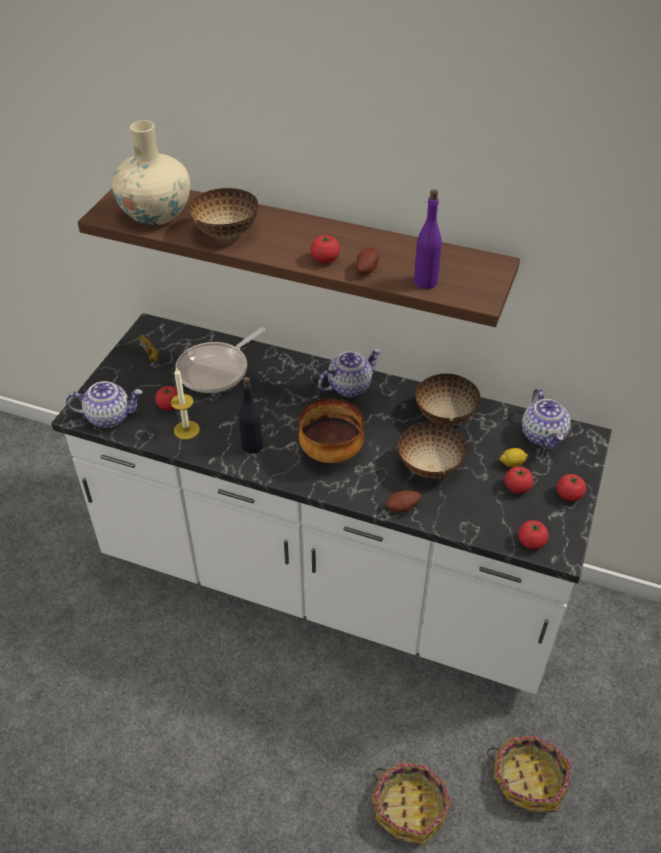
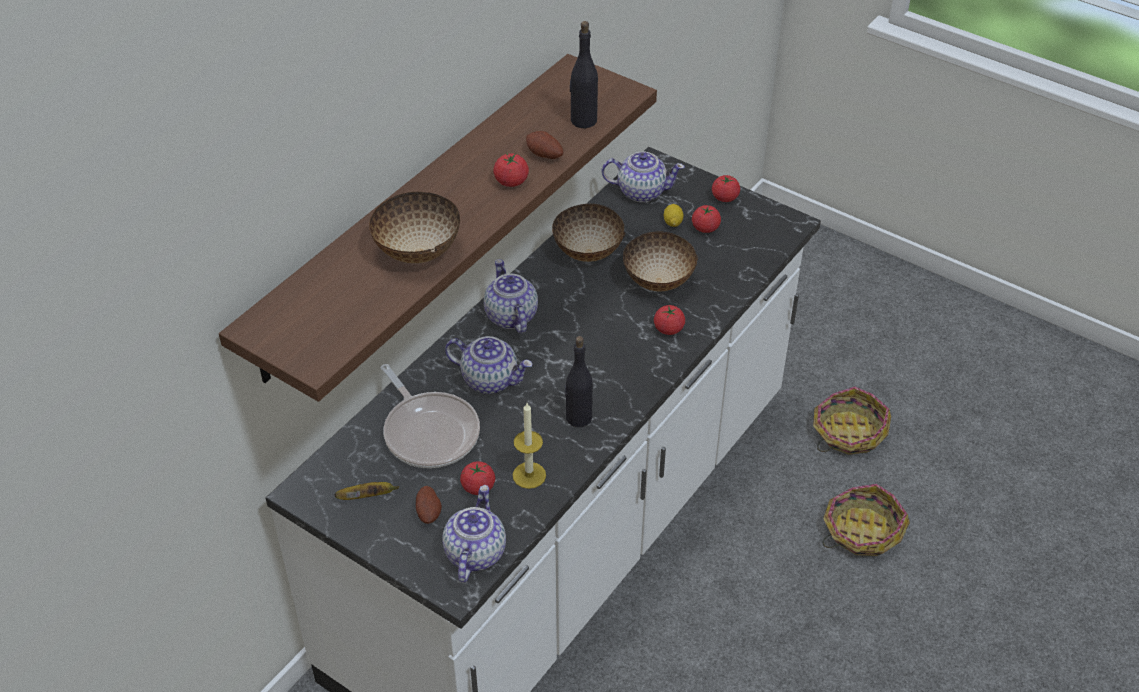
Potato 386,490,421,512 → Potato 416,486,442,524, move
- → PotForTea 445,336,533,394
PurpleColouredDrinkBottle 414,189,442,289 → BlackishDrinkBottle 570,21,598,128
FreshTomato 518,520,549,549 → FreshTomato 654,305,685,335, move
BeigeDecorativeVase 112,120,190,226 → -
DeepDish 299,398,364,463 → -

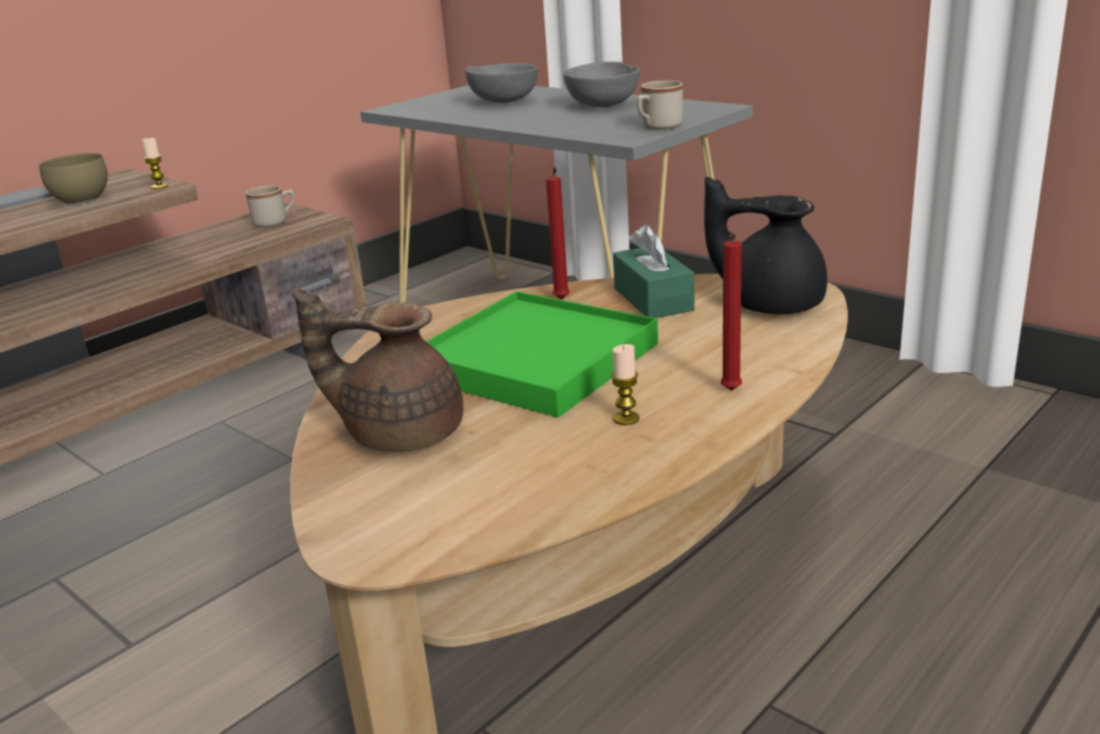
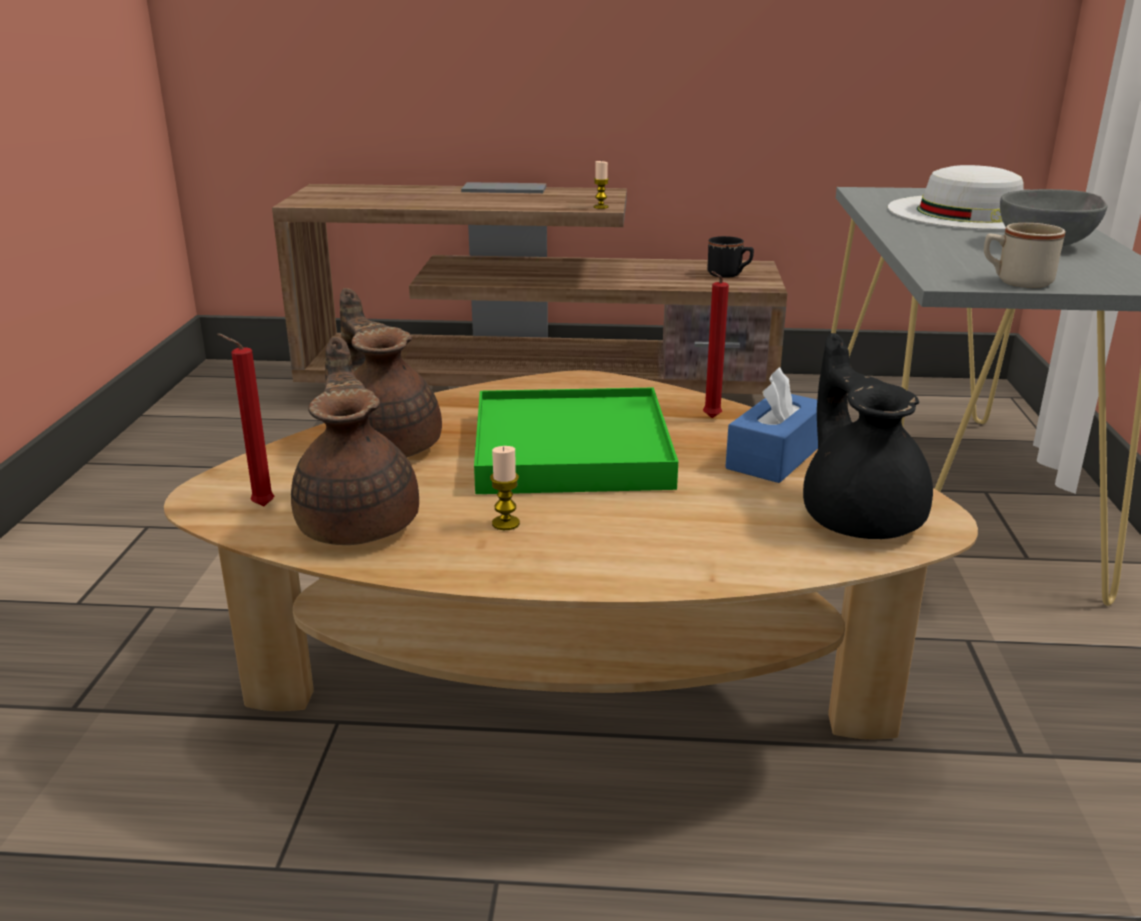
ReddishCandle 721,231,742,391 → ReddishCandle 217,333,274,506, move
- → BrownColouredPotForTea 291,336,419,545
BeigeCoffeeMug 246,186,294,228 → BlackishCoffeeMug 708,236,754,278
GreenTissueHolder 613,224,695,318 → BluishTissueHolder 725,367,818,483
GrayDeepDish 465,63,538,103 → WhitishClothingHat 888,165,1023,230
BrownColouredDeepDish 39,153,108,205 → -

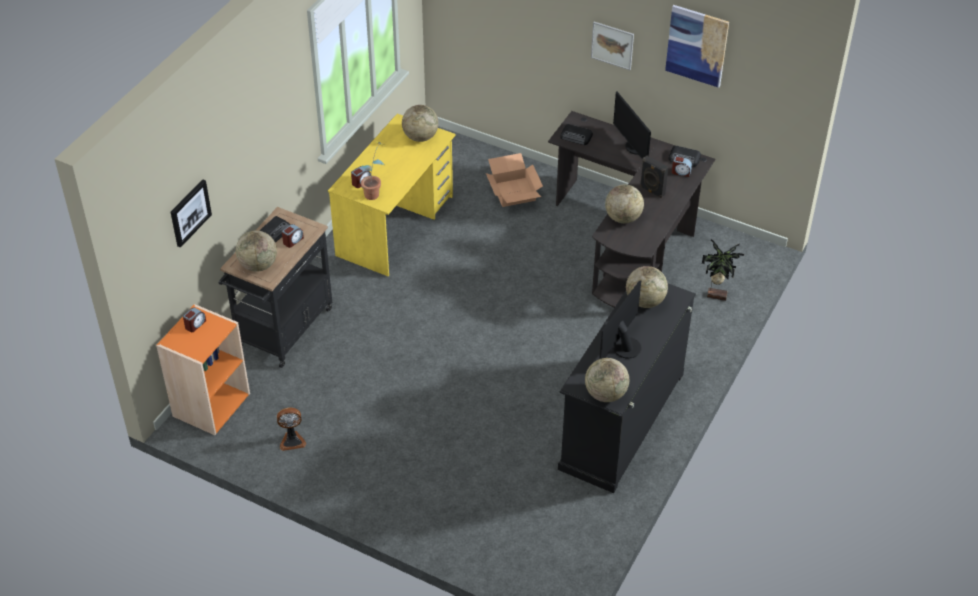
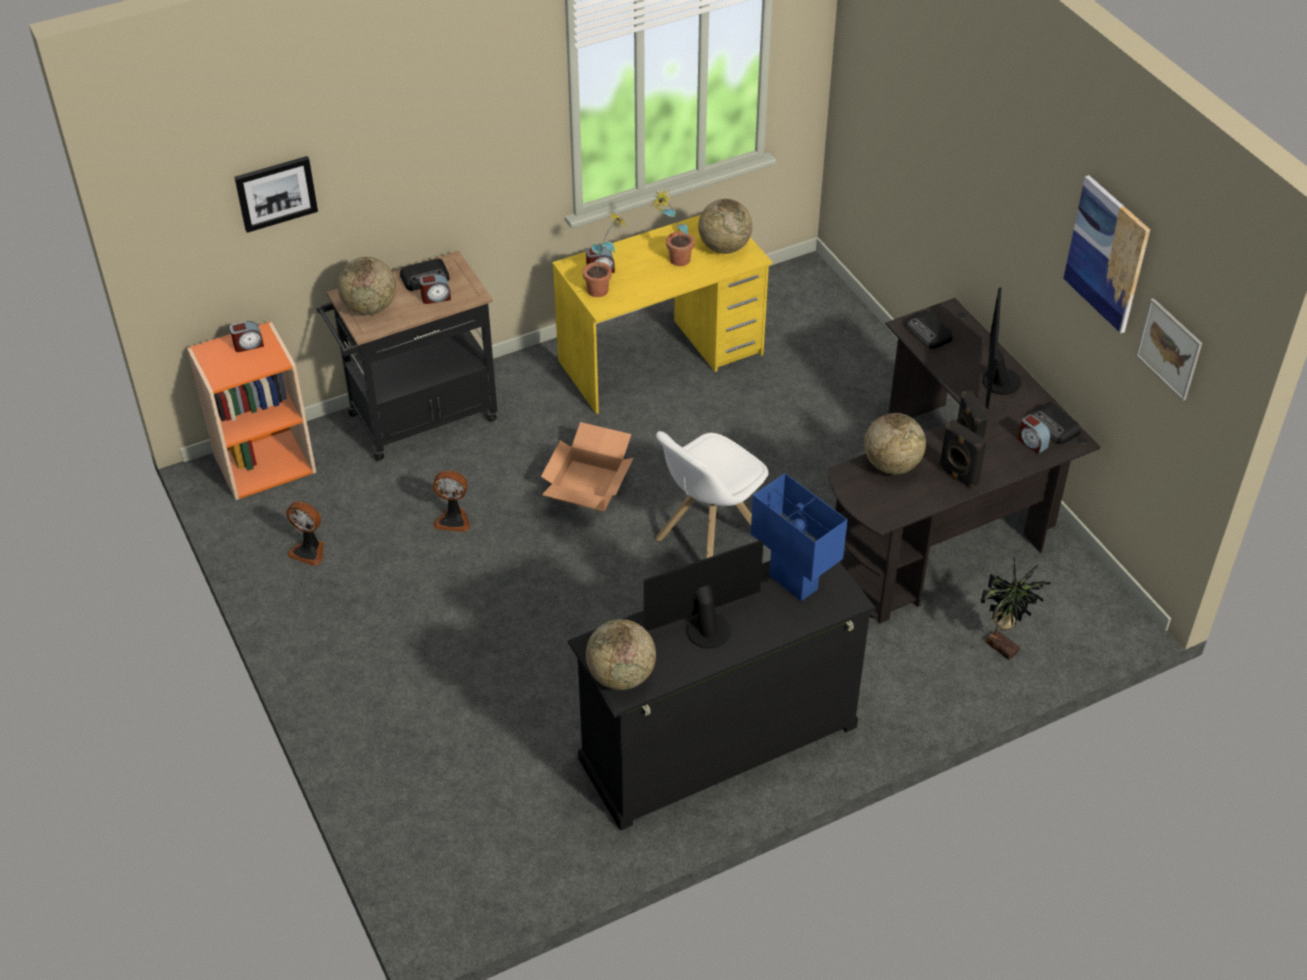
- → ElectricFan 433,471,470,532
CardboardBox 486,153,543,207 → CardboardBox 541,422,633,511, move
- → Houseplant 650,189,695,266
- → WhitishUprightChair 656,431,769,558
Globe 626,266,668,308 → BluishTabletopLamp 751,473,847,601
- → BlackishSpeaker 939,419,987,489
Picture 591,22,634,70 → Picture 1136,298,1202,401, move

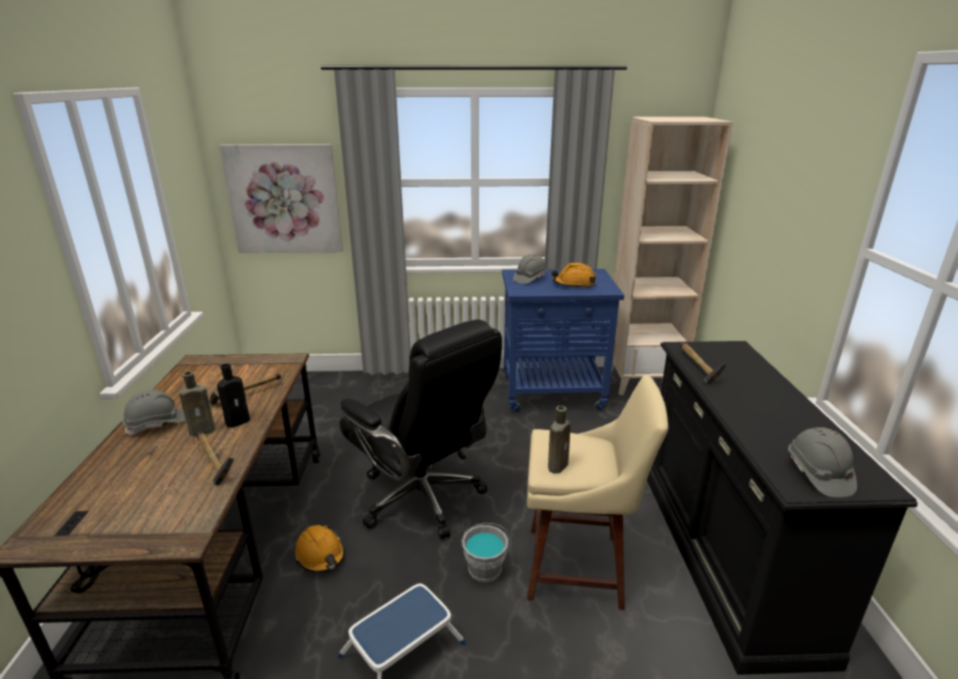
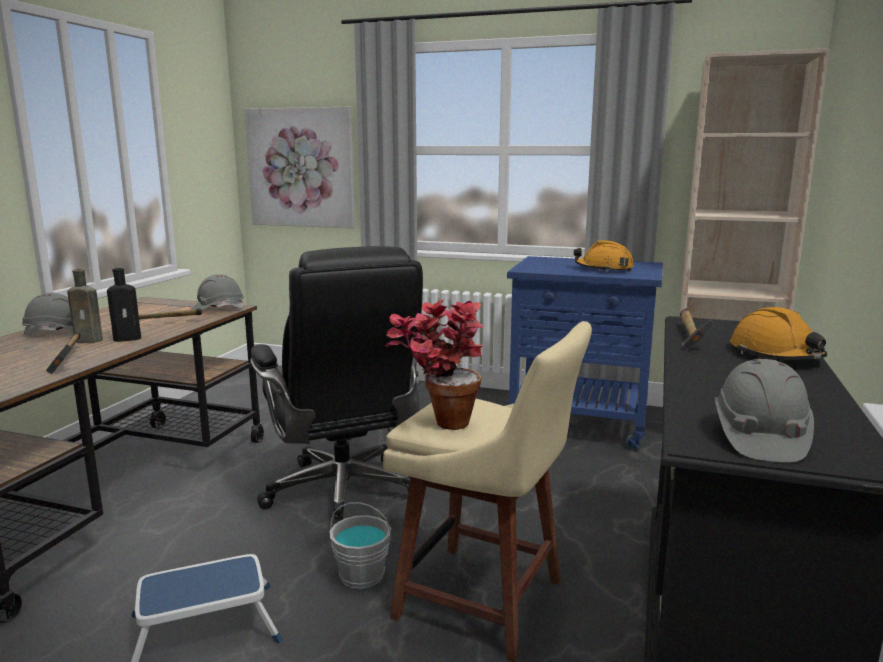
GraySafetyHelmet 513,254,547,284 → GraySafetyHelmet 191,274,245,310, move
BrownColouredDrinkBottle 548,406,571,473 → Houseplant 385,300,484,430
OrangeySafetyHelmet 295,525,345,573 → OrangeySafetyHelmet 730,307,827,360, move

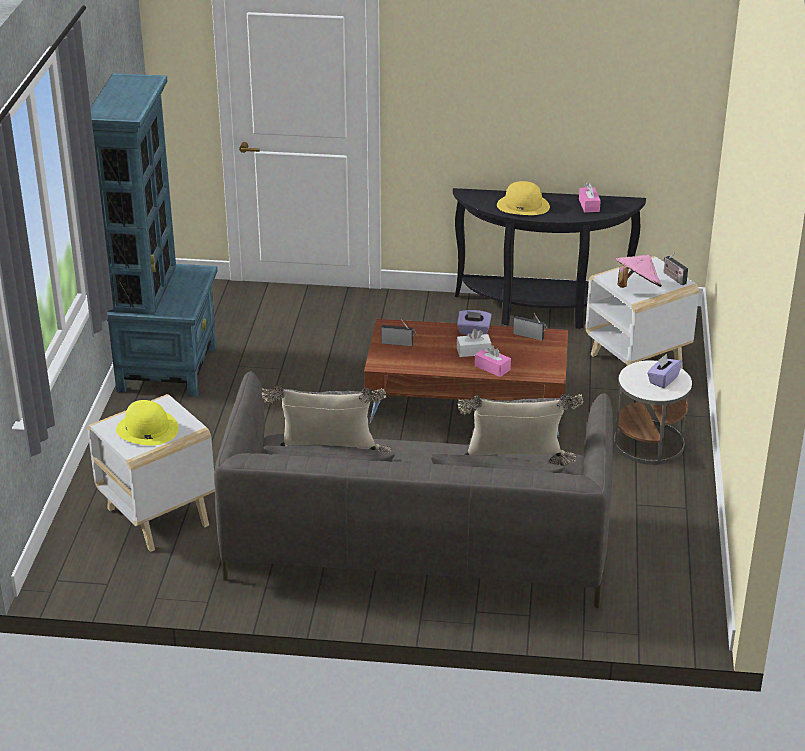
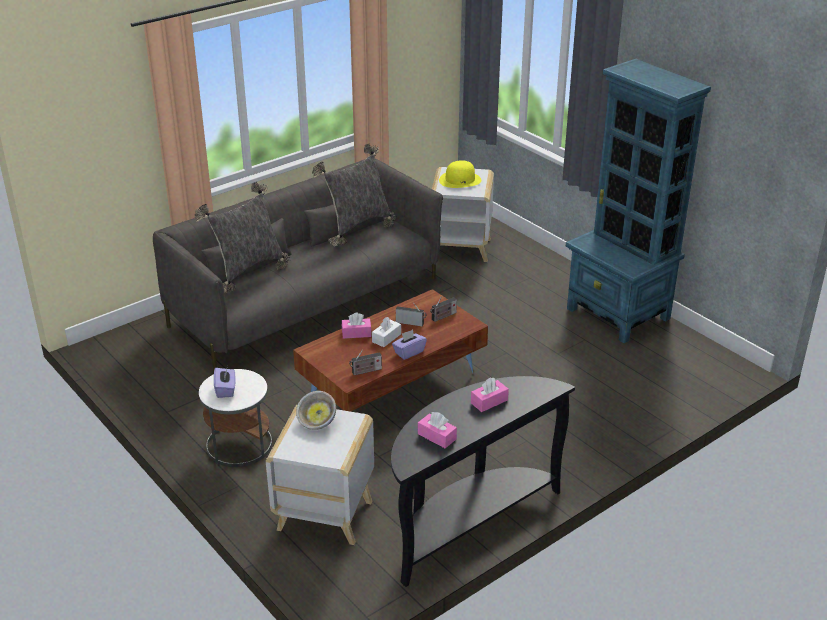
PinkColouredClothingHat 616,255,662,288 → DeepDish 296,391,336,430
RadioReceiver 663,252,688,285 → RadioReceiver 396,302,426,326, move
YellowClothingHat 497,181,550,215 → PinkColouredTissueHolder 471,377,509,412

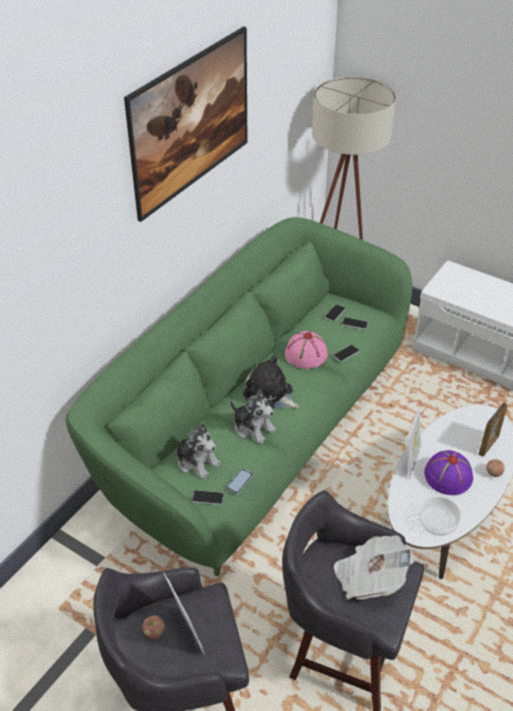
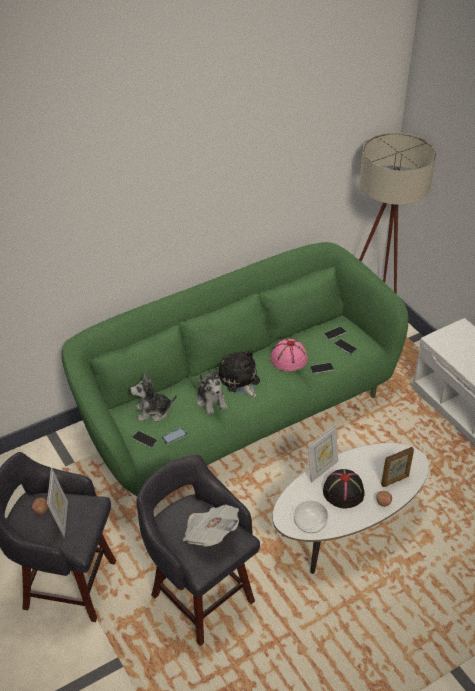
CuddlyToy 176,423,221,479 → CuddlyToy 130,373,177,422, 105 degrees clockwise
PurpleColouredClothingHat 424,450,473,495 → BlackishClothingHat 323,469,365,509
Picture 124,26,247,222 → -

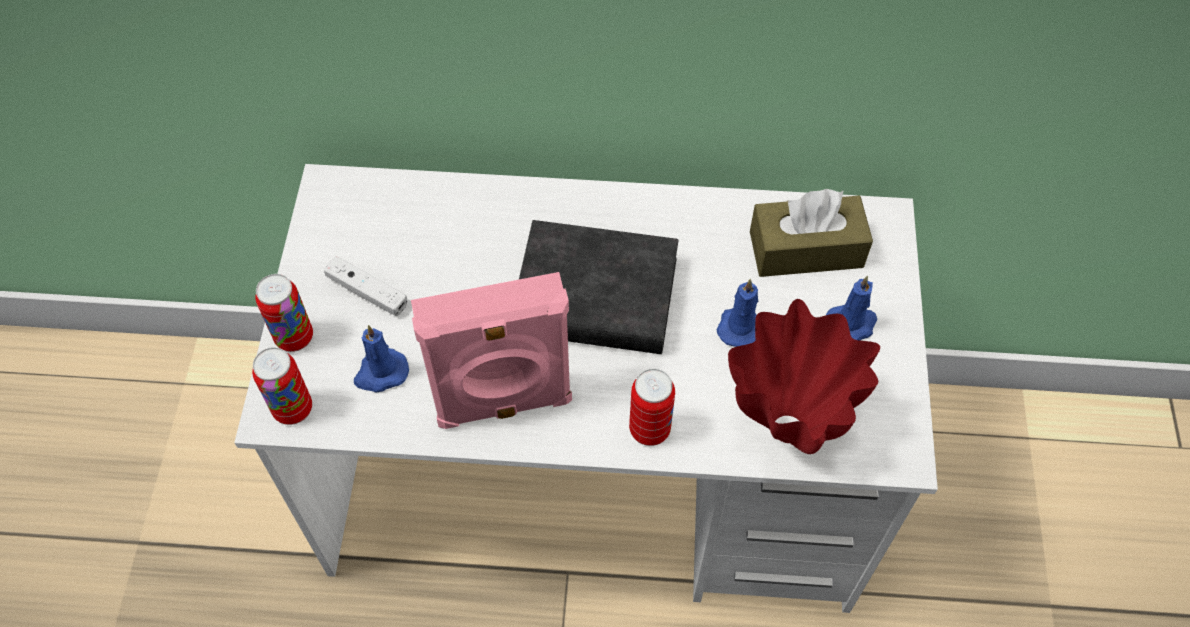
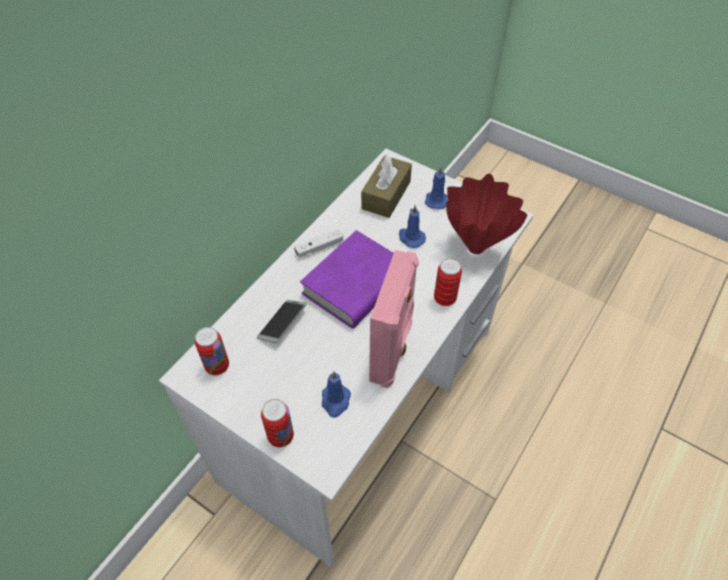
MetalCan 252,347,312,425 → MetalCan 195,327,229,375, move
- → Handset 257,300,307,343
WhitishGameController 324,256,408,316 → WhitishGameController 294,229,343,257, move
BlackishBook 519,220,678,354 → PurpleColouredBook 300,230,394,329

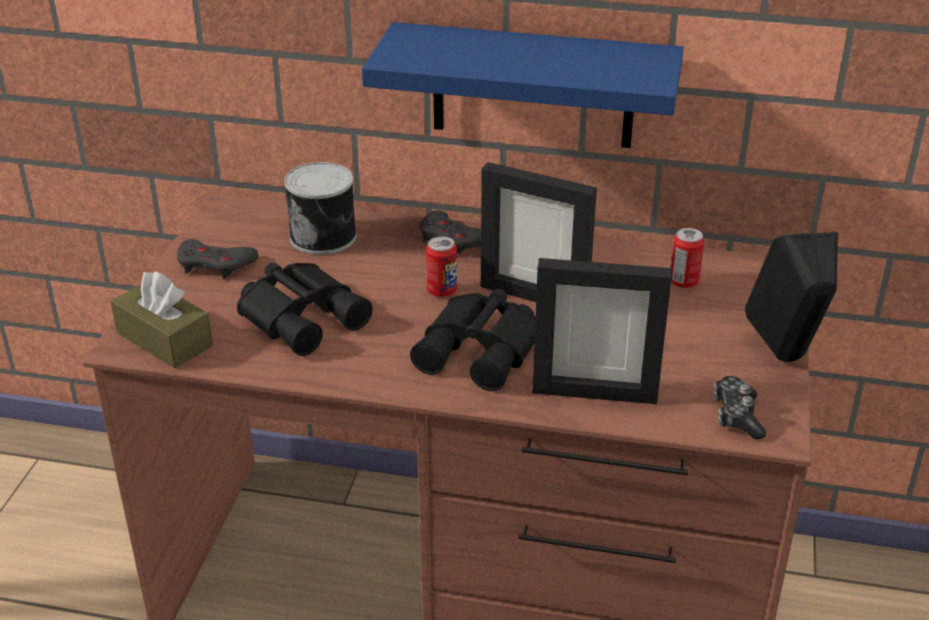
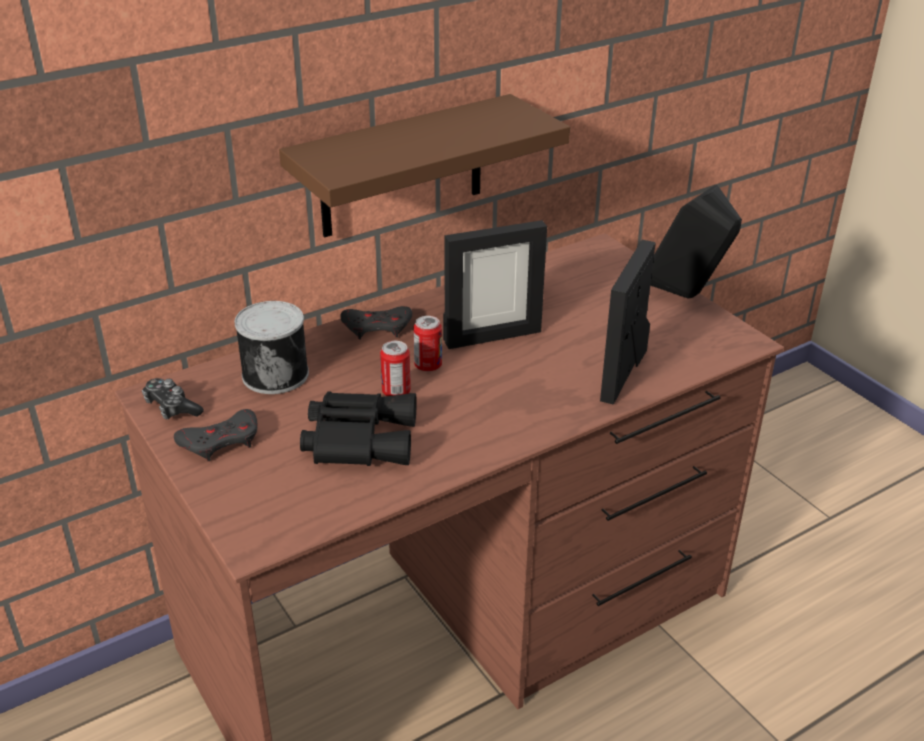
GameController 714,376,766,440 → GameController 142,378,204,420, move
BluishShelf 362,22,684,148 → BrownColouredShelf 279,94,570,237
MetalCan 670,228,704,288 → MetalCan 380,341,411,396, move
StandingFrame 532,258,672,404 → StandingFrame 600,240,656,405, 150 degrees clockwise
BrownColouredTissueHolder 111,271,213,368 → -
BlackishPairOfBinoculars 410,289,536,391 → -

